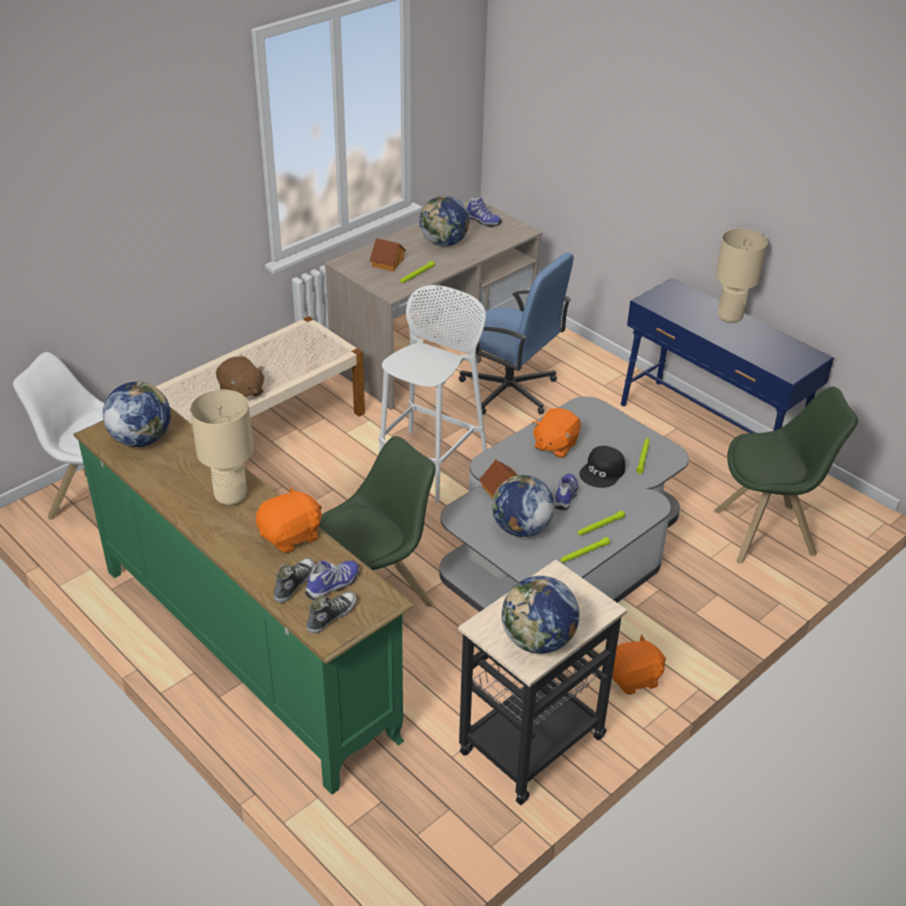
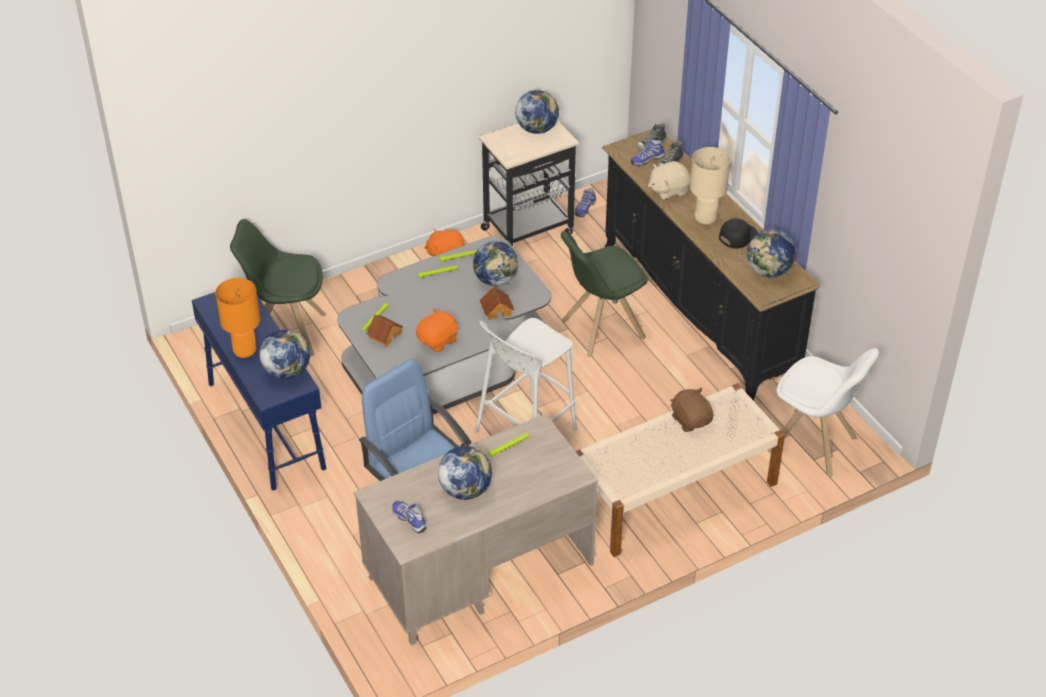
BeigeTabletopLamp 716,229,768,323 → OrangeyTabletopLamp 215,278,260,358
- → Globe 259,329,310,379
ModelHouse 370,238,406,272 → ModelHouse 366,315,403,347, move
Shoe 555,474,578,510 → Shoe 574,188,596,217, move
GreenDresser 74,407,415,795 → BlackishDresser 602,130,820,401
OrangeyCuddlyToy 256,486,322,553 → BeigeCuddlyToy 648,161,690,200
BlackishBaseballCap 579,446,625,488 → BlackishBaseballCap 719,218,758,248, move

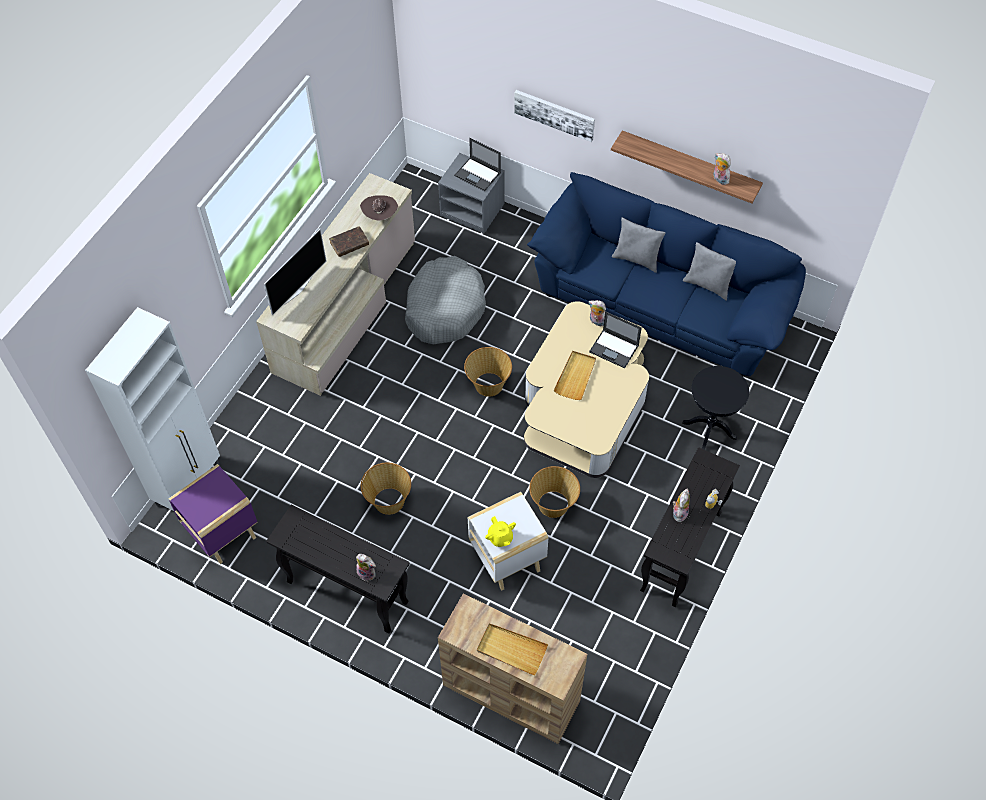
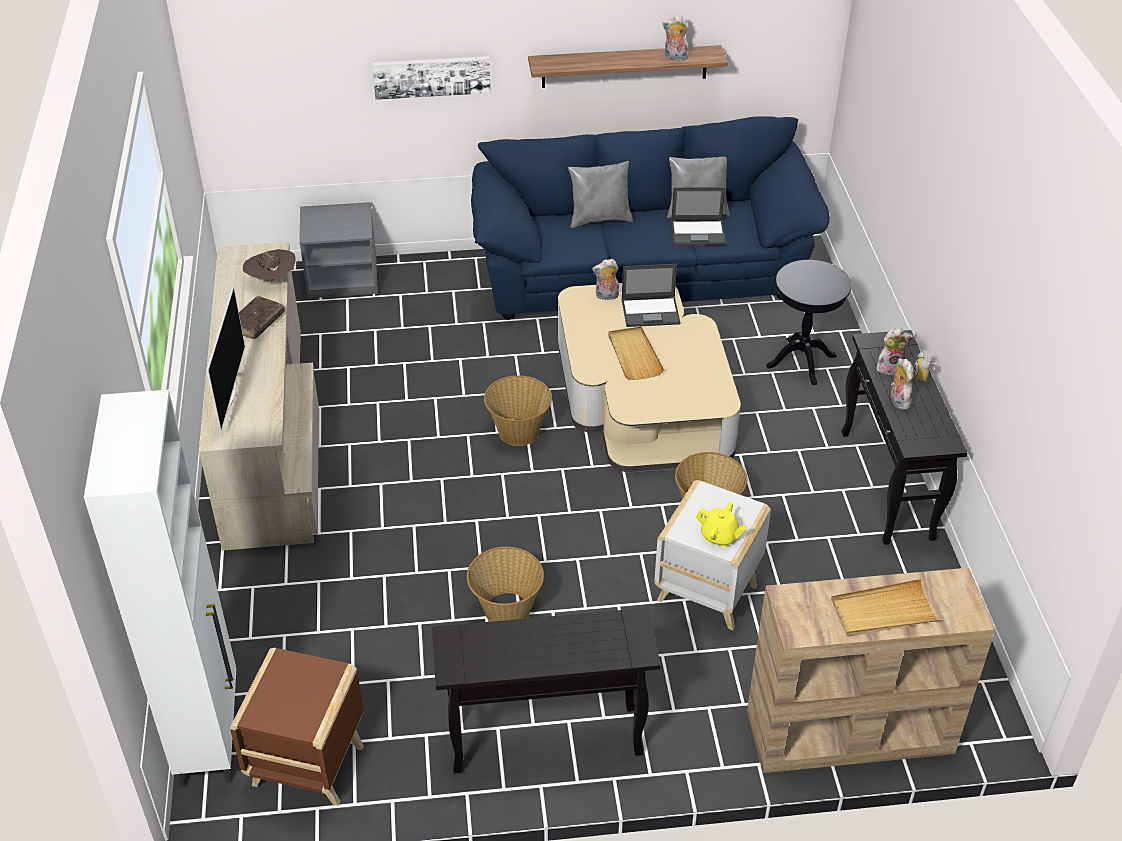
PurpleColouredSideTable 168,464,258,564 → BrownColouredSideTable 230,648,363,806
Laptop 454,138,501,191 → Laptop 671,187,726,245, move
CuddlyToy 356,554,376,581 → CuddlyToy 876,328,913,375, move
GrayDogBed 405,256,486,344 → -

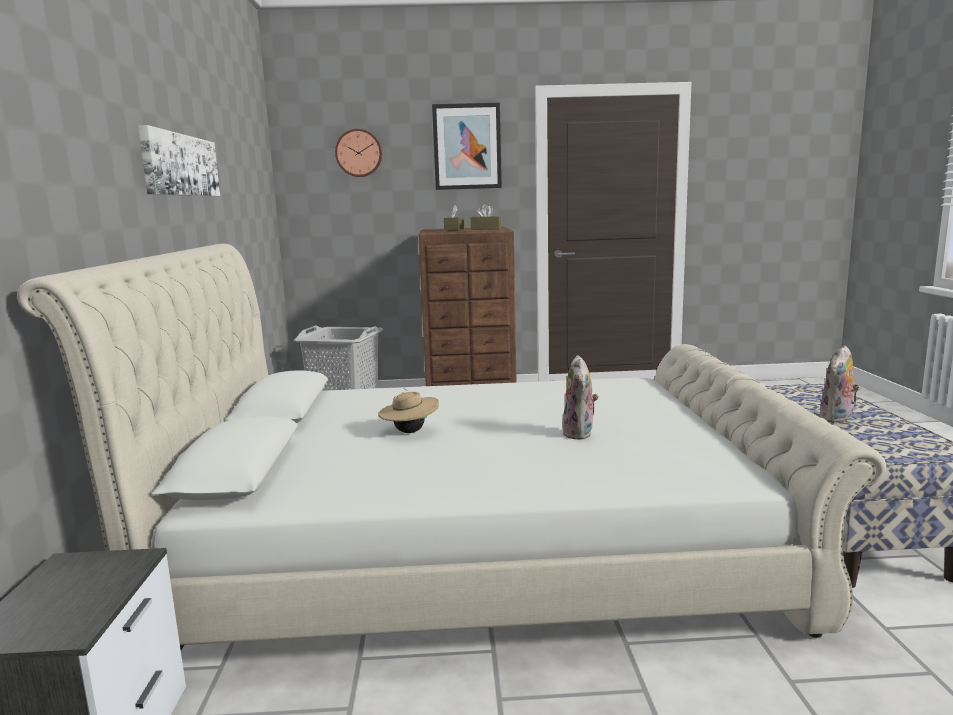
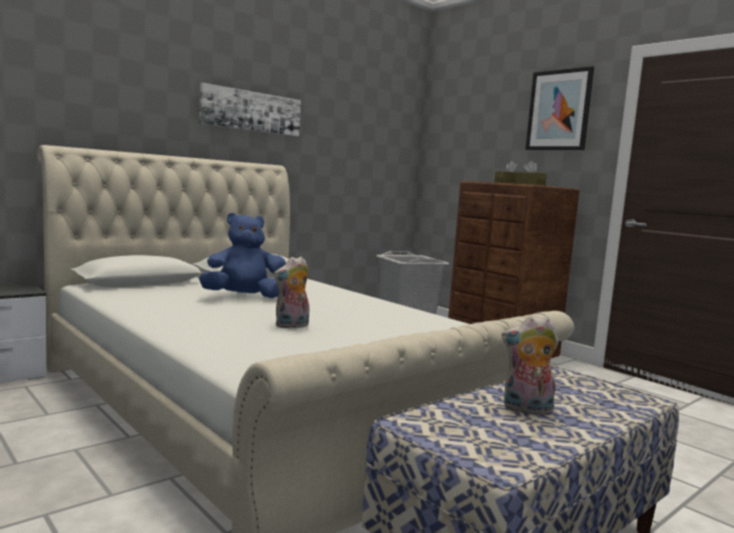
BeigeClothingHat 378,389,439,433 → BluishCuddlyToy 199,213,286,298
WallClock 335,129,382,177 → -

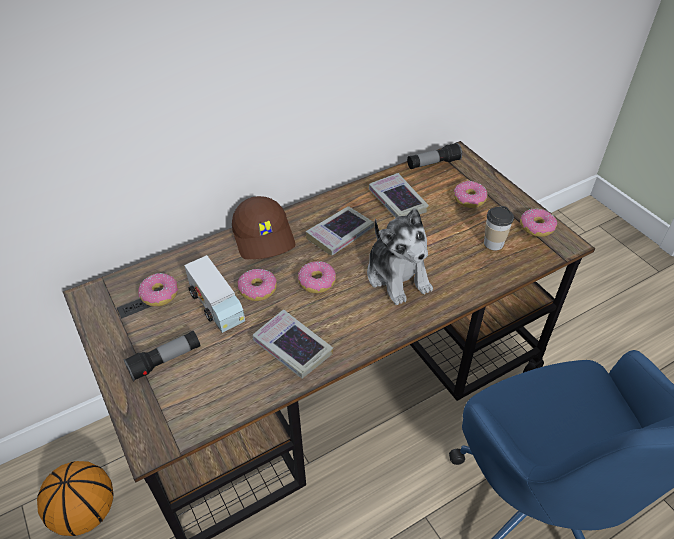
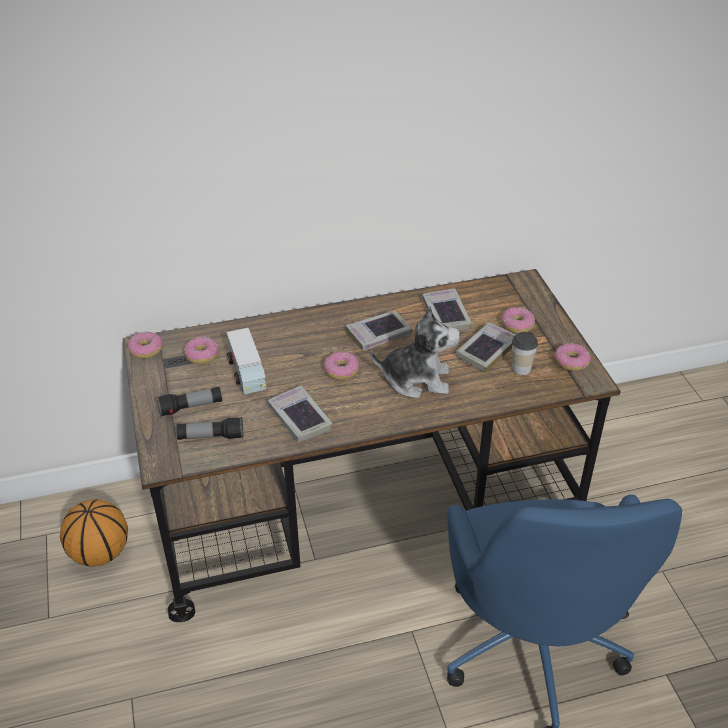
Doughnut 237,269,277,301 → Doughnut 127,332,163,359, move
Torch 407,143,462,169 → Torch 176,417,243,440, move
CuddlyToy 367,208,433,305 → CuddlyToy 370,306,460,399, 75 degrees counterclockwise
- → Book 456,323,516,373
BrownColouredBaseballCap 232,196,295,259 → -

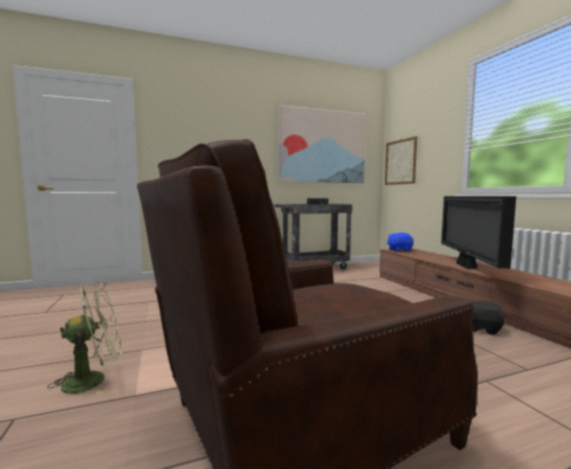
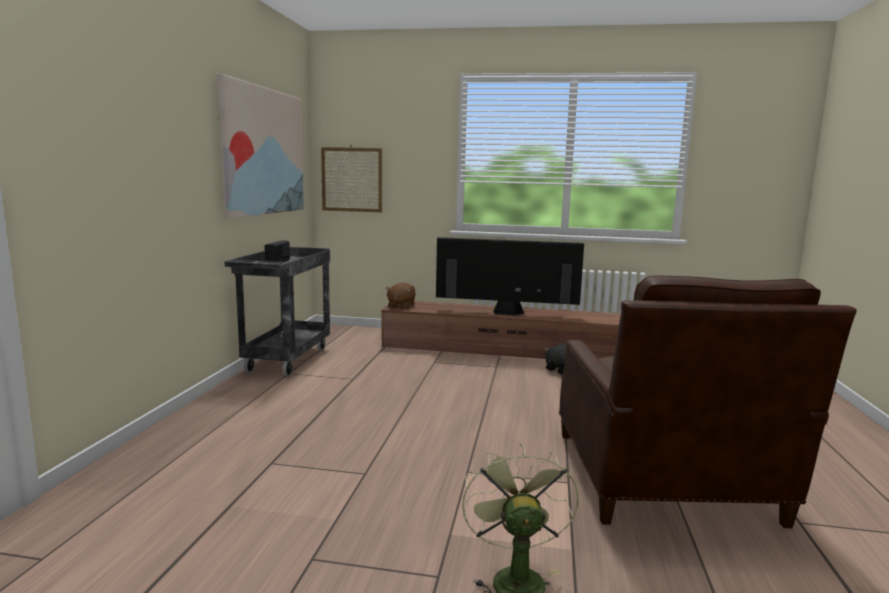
BluishCuddlyToy 387,233,414,252 → BrownColouredCuddlyToy 386,282,416,309
Television 441,196,516,269 → Television 436,237,584,316, 150 degrees clockwise

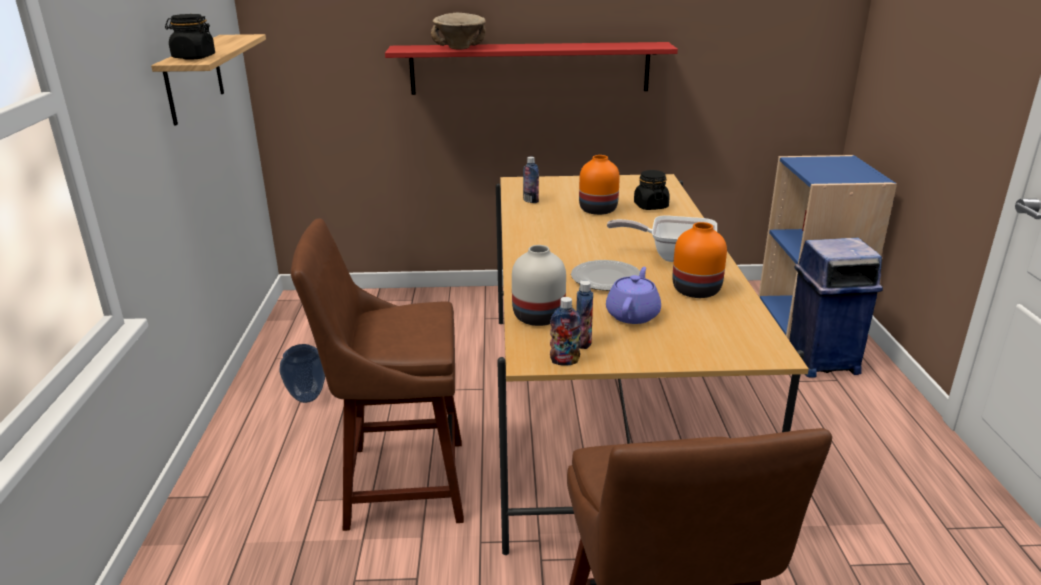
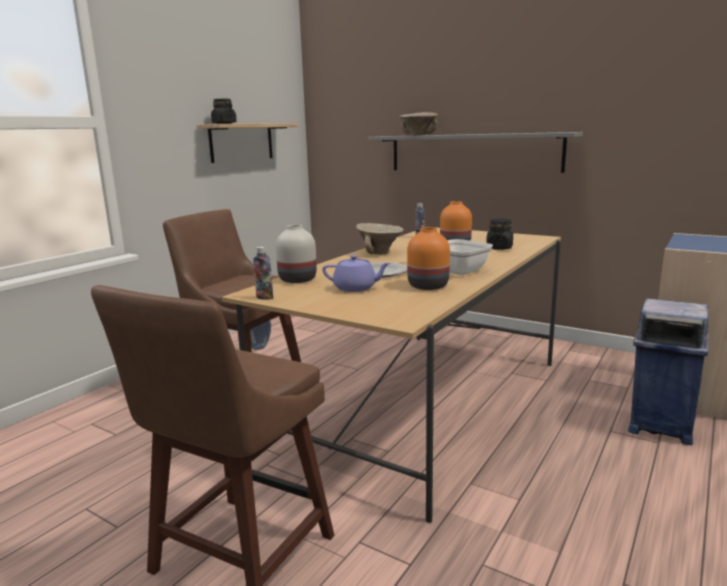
PurpleColouredPotForTea 606,267,661,324 → PurpleColouredPotForTea 322,255,391,292, 45 degrees clockwise
- → BeigeDeepDish 356,223,404,254
ReddishShelf 385,42,678,95 → GrayShelf 368,132,583,173
DrinkBottle 576,281,593,349 → -

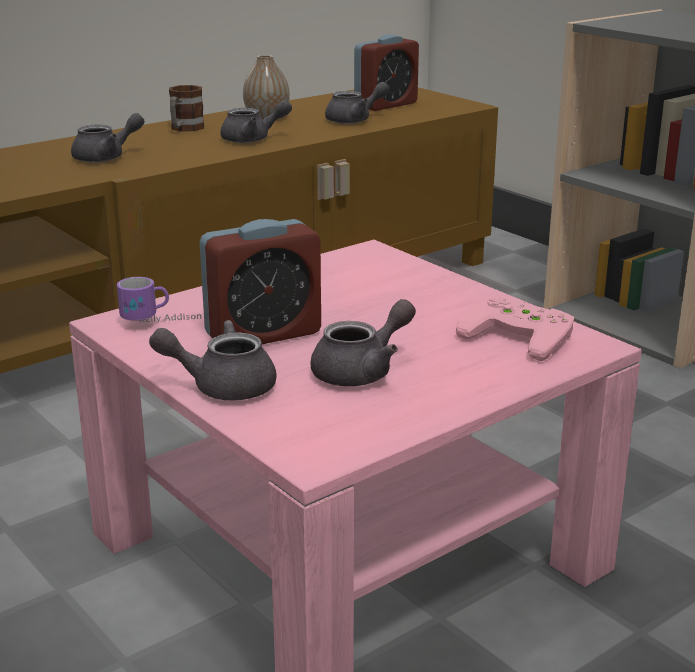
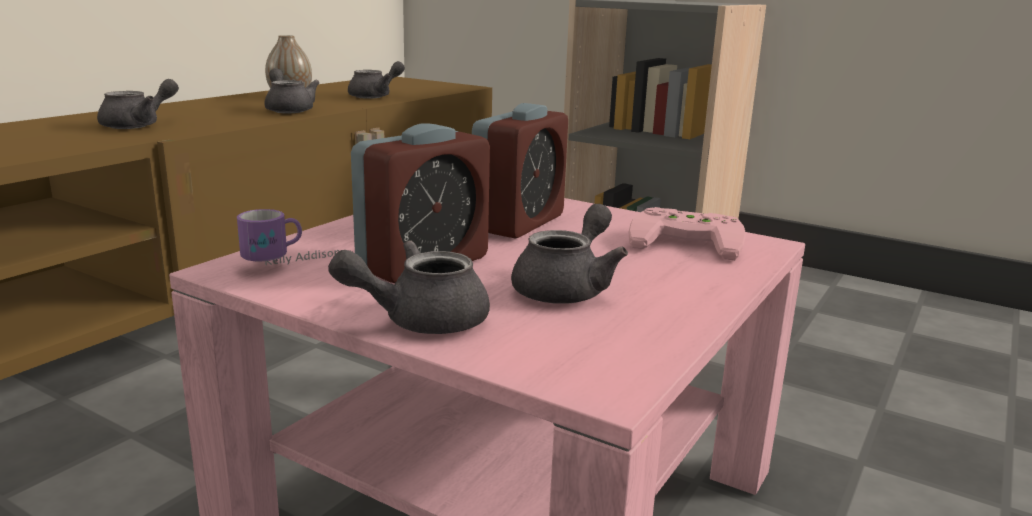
GrayPotForTea 220,100,292,143 → GrayPotForTea 264,68,320,114, 90 degrees counterclockwise
TableClock 354,34,419,111 → TableClock 472,103,568,239, move
CoffeeMug 169,85,204,132 → -

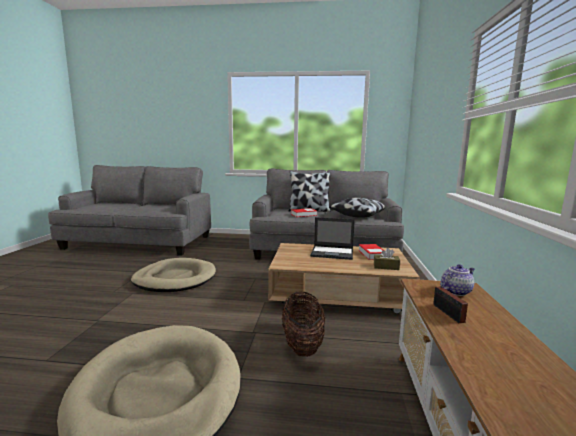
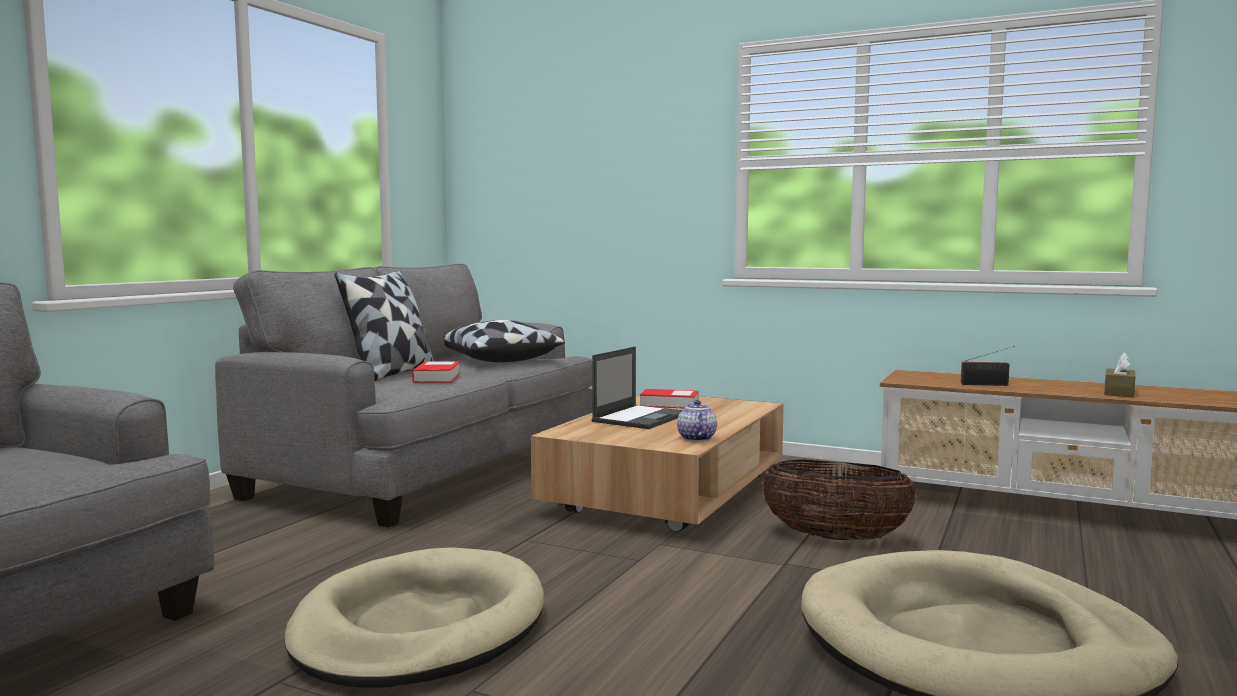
PotForTea 440,264,475,296 → PotForTea 677,400,717,441, move
BrownColouredTissueHolder 374,248,400,270 → BrownColouredTissueHolder 1104,353,1135,397, move

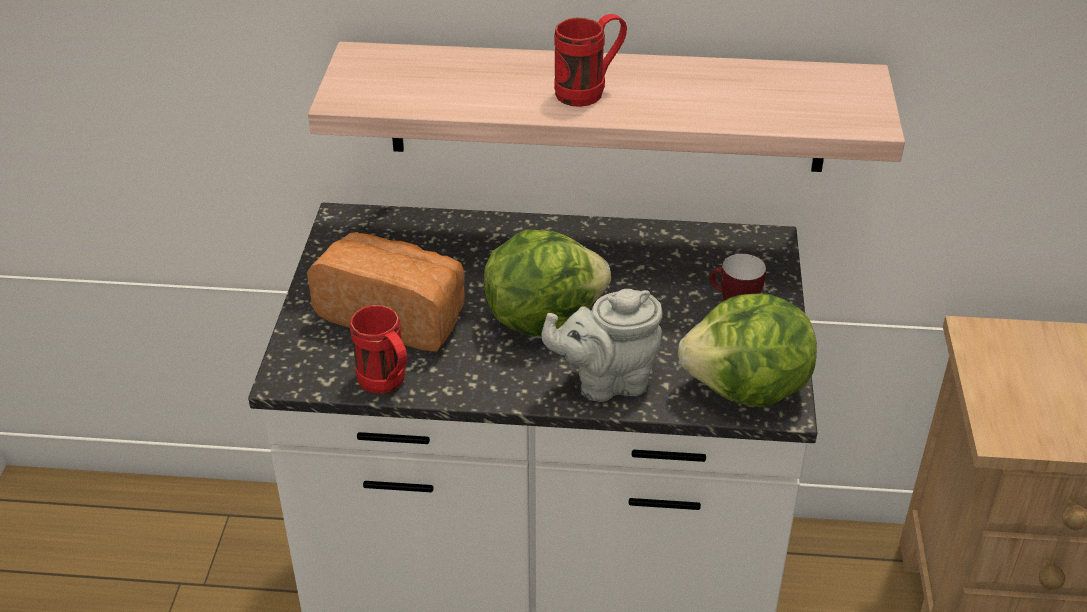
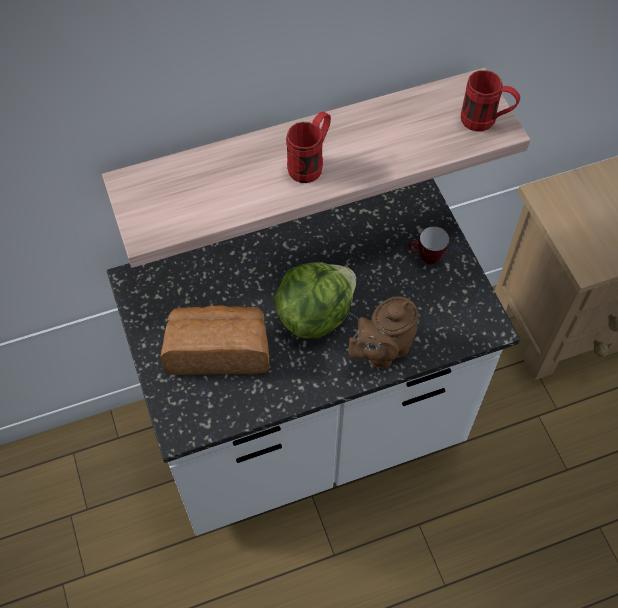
GrayPotForTea 542,289,662,402 → BrownColouredPotForTea 348,296,418,370
ReddishCoffeeMug 350,305,407,394 → ReddishCoffeeMug 461,70,520,131, move
Lettuce 678,293,817,408 → -

